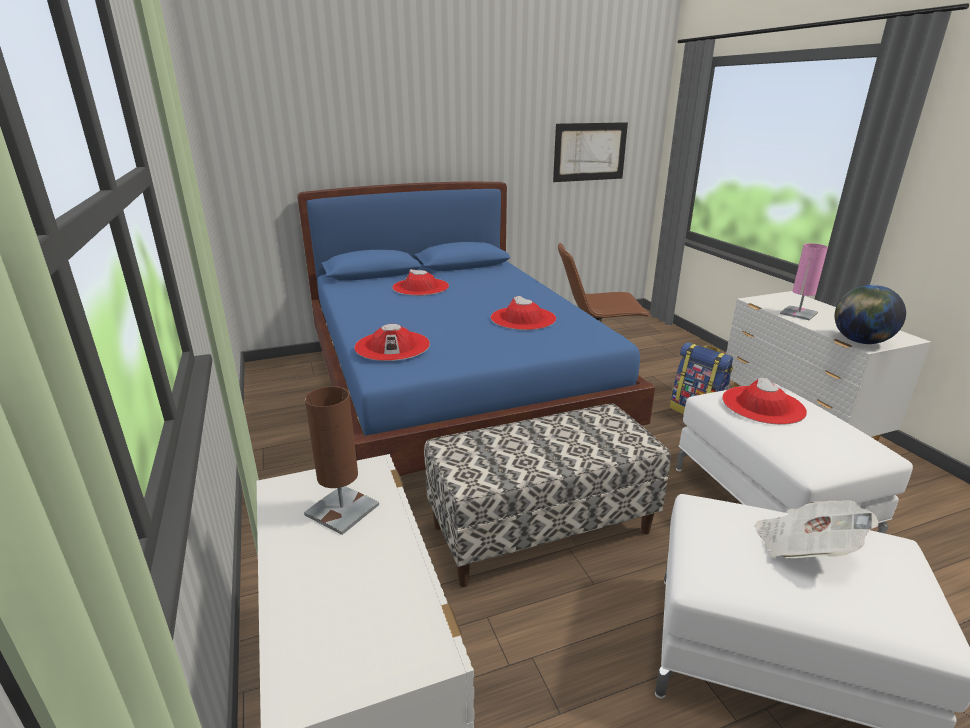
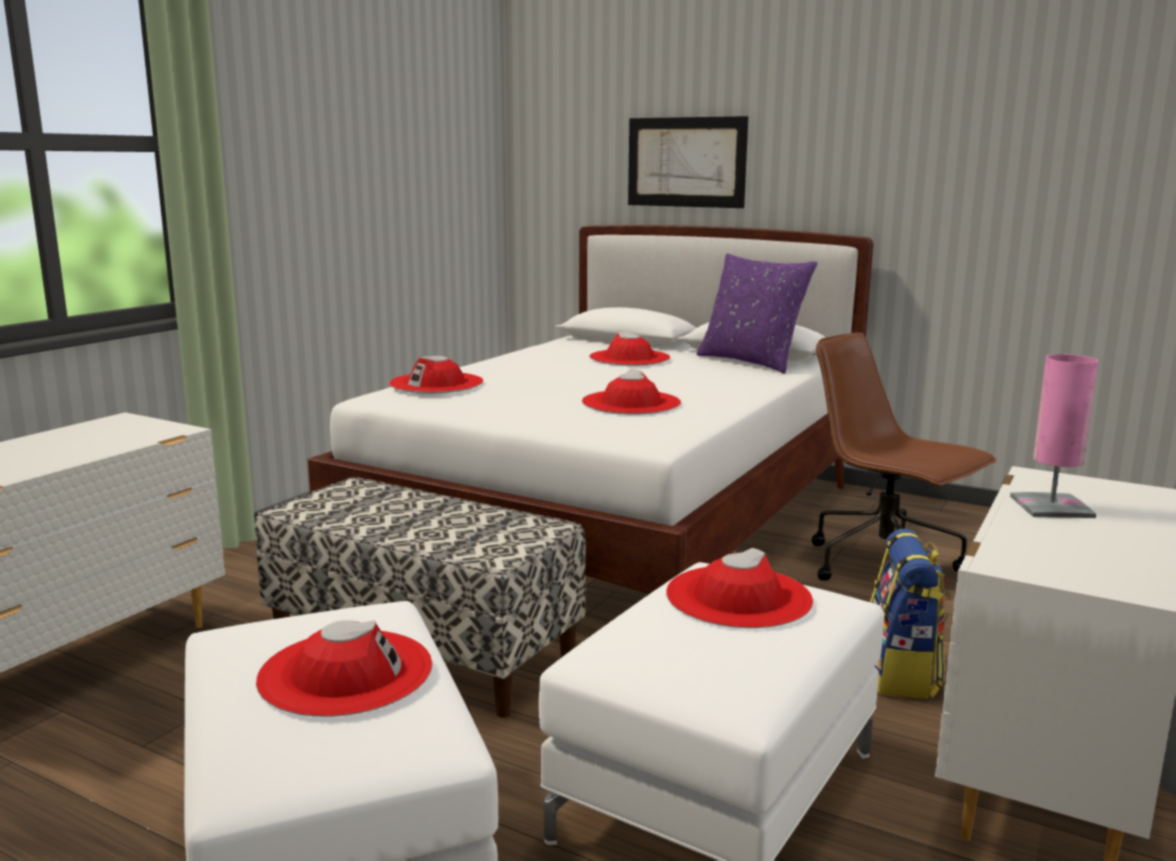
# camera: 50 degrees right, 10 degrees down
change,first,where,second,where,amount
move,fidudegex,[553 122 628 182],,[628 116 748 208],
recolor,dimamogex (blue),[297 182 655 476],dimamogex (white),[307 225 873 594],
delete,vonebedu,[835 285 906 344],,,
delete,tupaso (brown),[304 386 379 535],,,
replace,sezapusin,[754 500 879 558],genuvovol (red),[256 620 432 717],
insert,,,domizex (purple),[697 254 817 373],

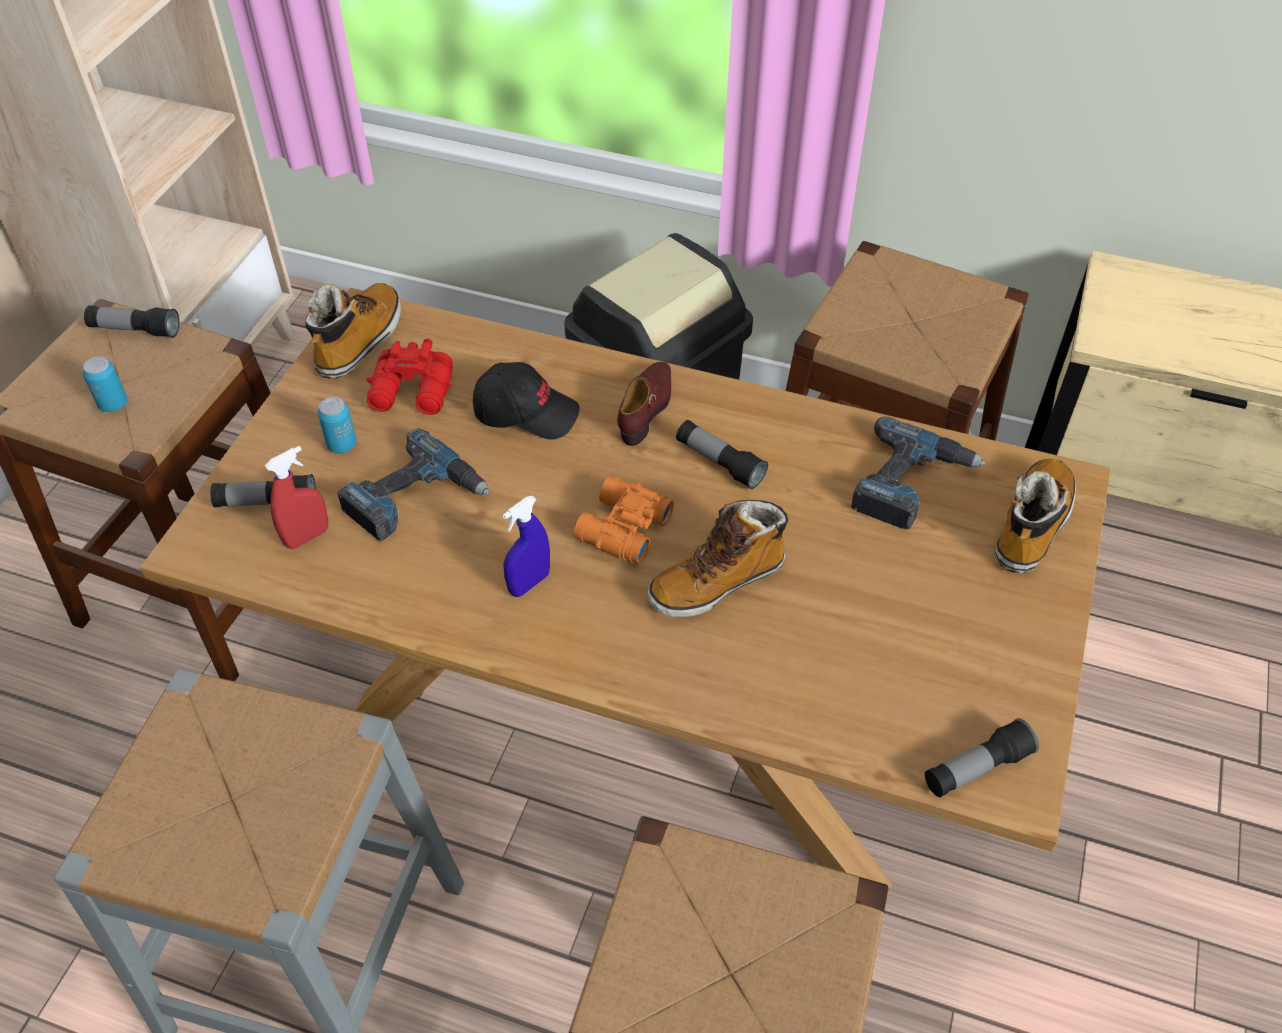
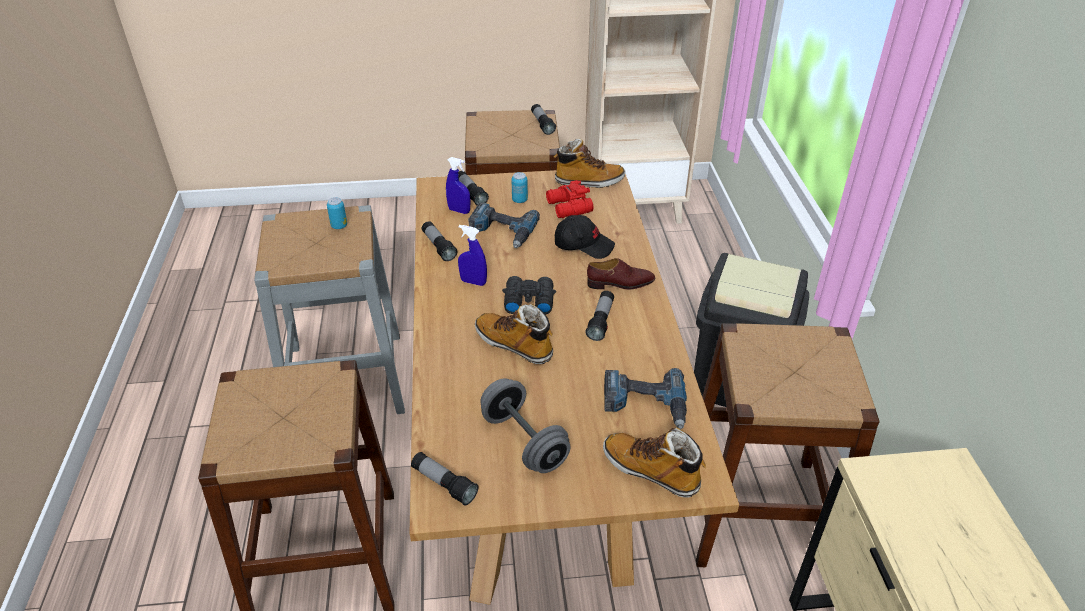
# camera: 65 degrees right, 10 degrees down
change,first,where,second,where,amount
move,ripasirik,[83 356 127 412],,[327 197 347 229],
rotate,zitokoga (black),[473 362 580 440],,[555 215 615 259],60 degrees counterclockwise
recolor,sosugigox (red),[265 446 328 549],sosugigox (blue),[446 157 470 214],
rotate,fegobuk,[996 459 1076 573],,[603 427 706 497],150 degrees counterclockwise
recolor,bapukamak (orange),[574 477 674 564],bapukamak (black),[502 276 556 315],
insert,,,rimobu,[422 221 457 261],
insert,,,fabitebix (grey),[480 378 571 473],

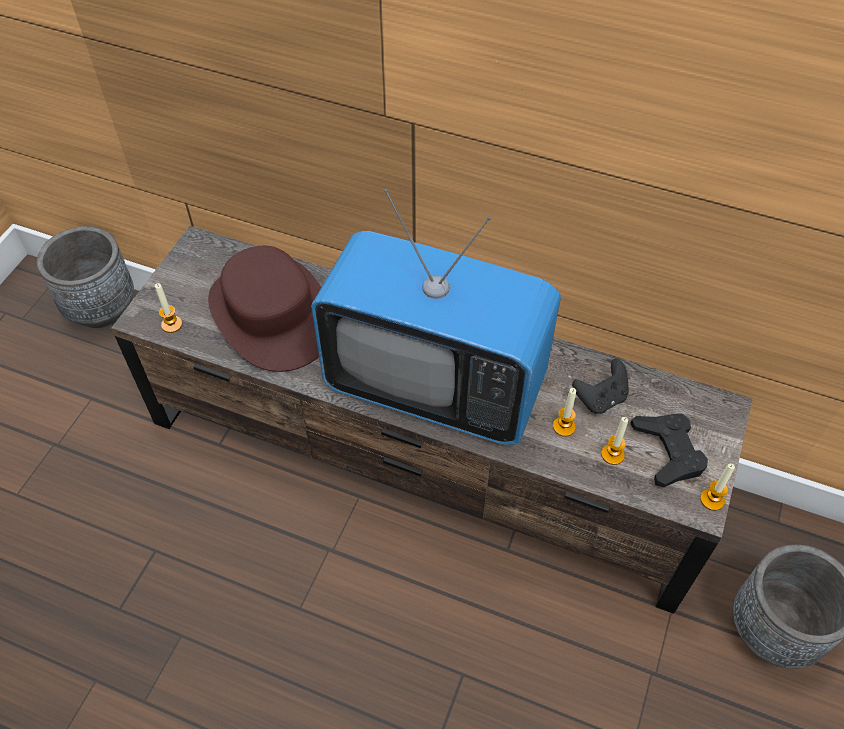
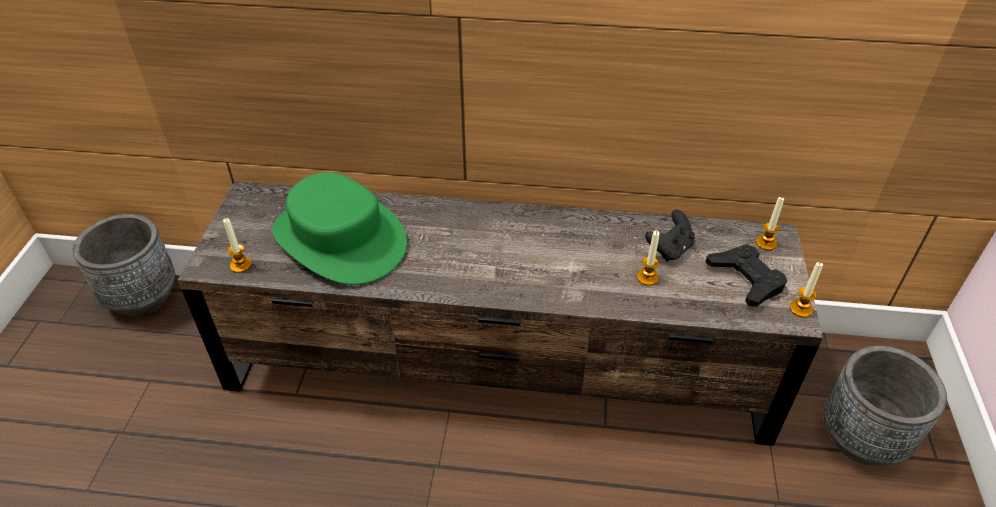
# camera: 15 degrees left, 10 degrees down
change,first,where,second,where,amount
delete,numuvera,[311 189 561 445],,,
recolor,genuvovol (brown),[208 246 321 372],genuvovol (green),[272 172 407 285],
move,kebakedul,[601 417 628 465],,[756 197 784 250],

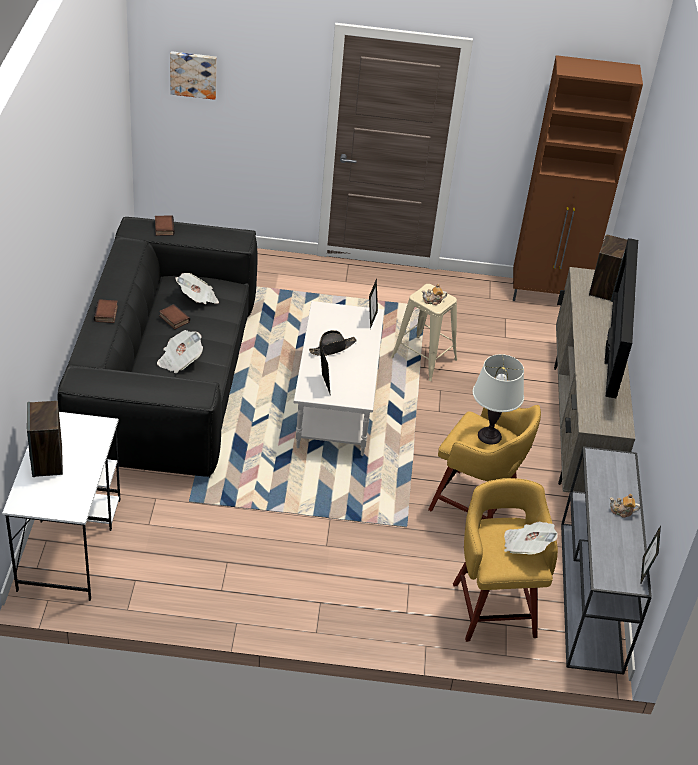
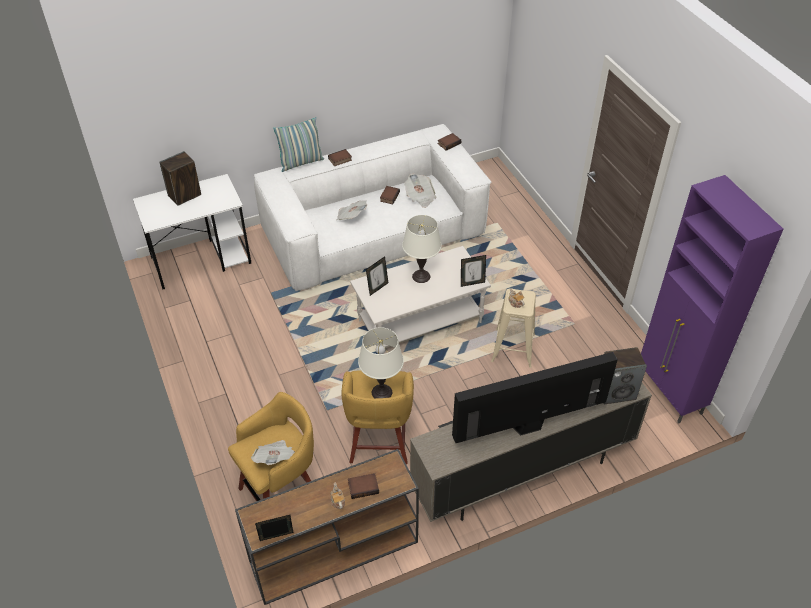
# camera: 65 degrees right, 5 degrees up
change,first,where,second,where,amount
delete,fidudegex,[170 51 217 100],,,
recolor,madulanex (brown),[513 55 643 301],madulanex (purple),[641 175 783 424],
recolor,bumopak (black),[58 217 257 477],bumopak (white),[253 124 491 291],
replace,genuvovol (black),[309 330 357 356],tupaso (white),[402 215 442 283],
recolor,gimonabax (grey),[561 446 652 675],gimonabax (brown),[235 449 419 605],
insert,,,domizex,[273 117 324 172],
insert,,,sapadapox,[348 473 379 499],

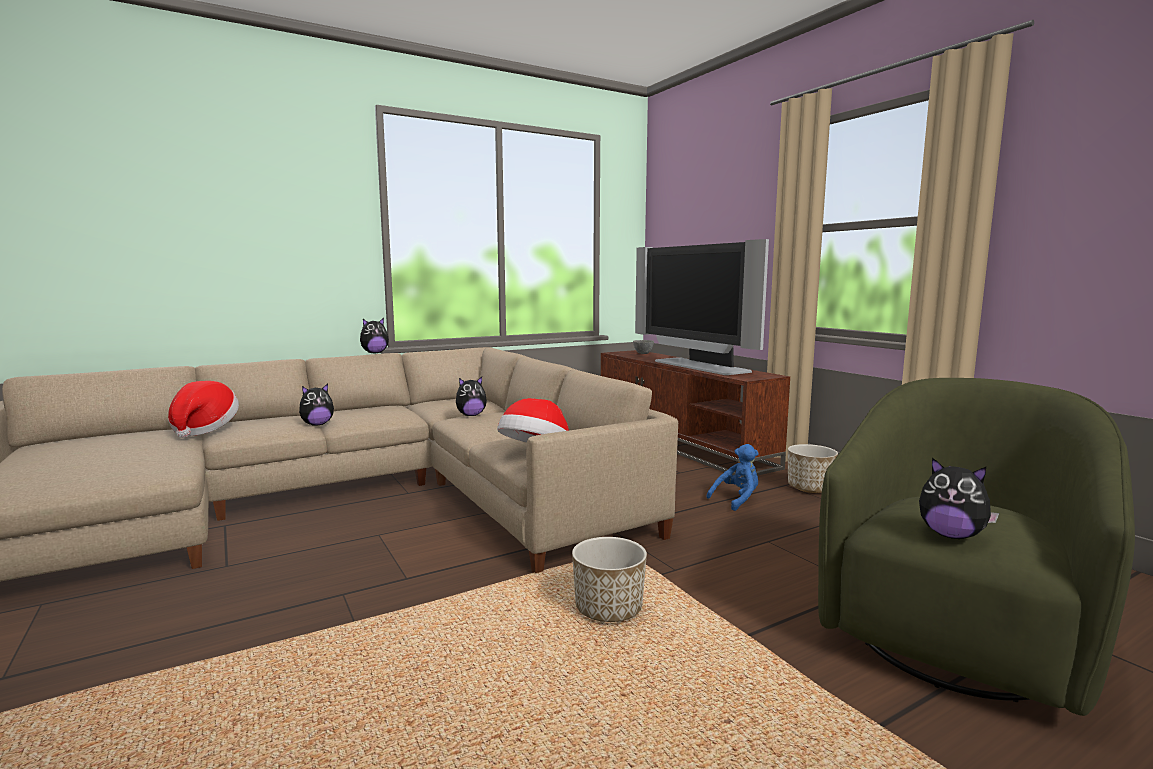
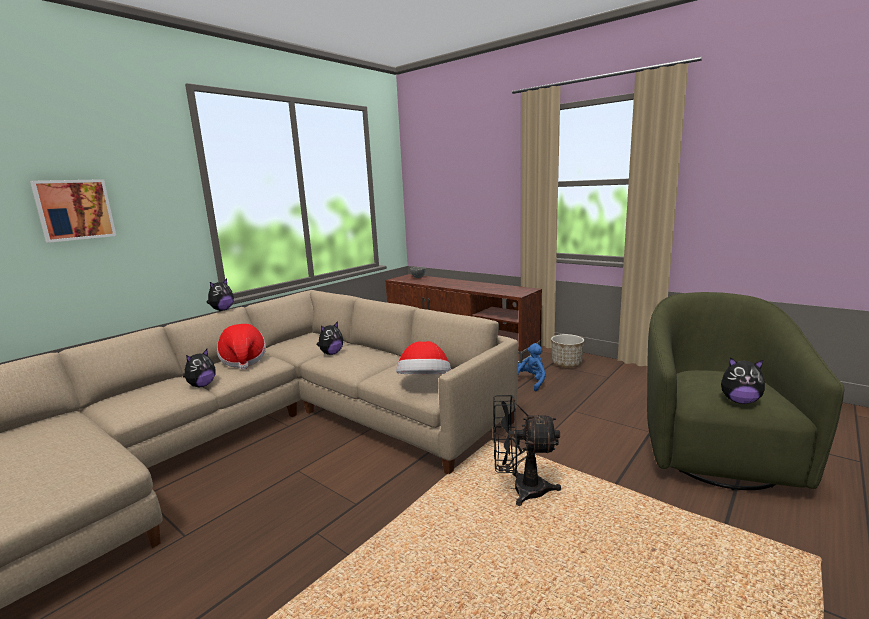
# camera: 20 degrees left, 5 degrees up
change,first,where,second,where,amount
delete,numuvera,[635 239 769 375],,,
move,genuvovol,[168 381 239 438],,[217 324 266 370],
replace,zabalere,[572 537 647 622],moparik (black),[493 395 561 506],
insert,,,fidudegex,[30 179 116 243],

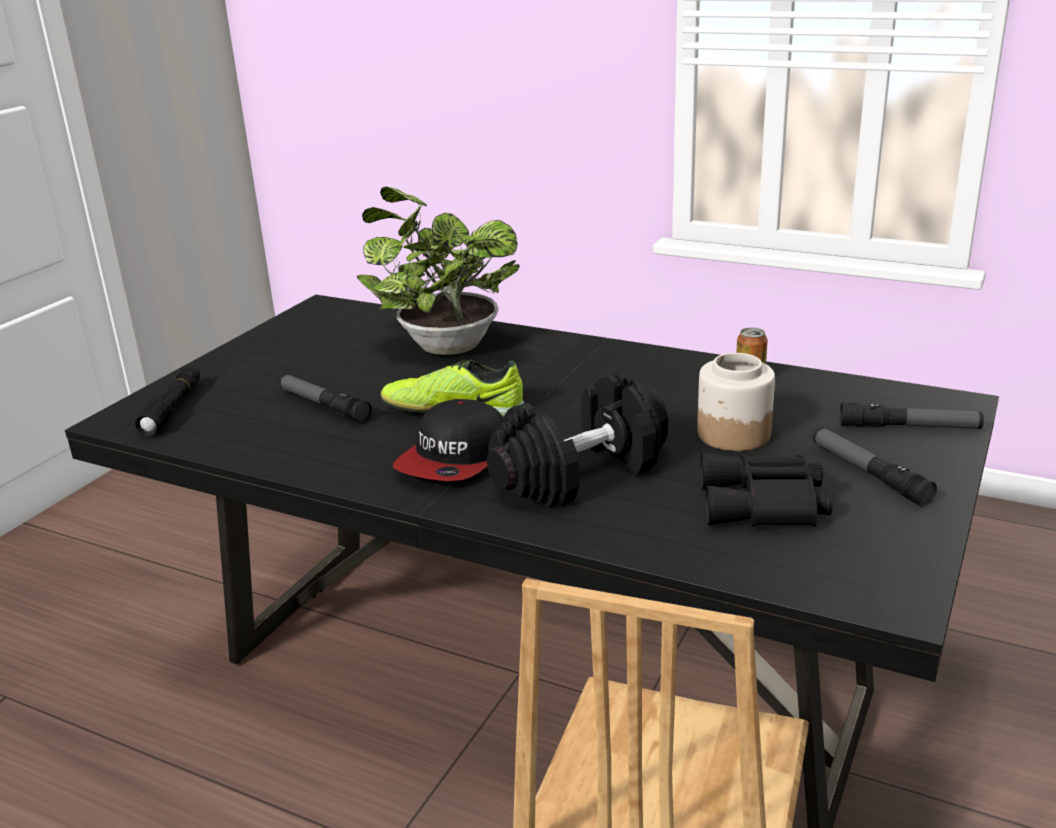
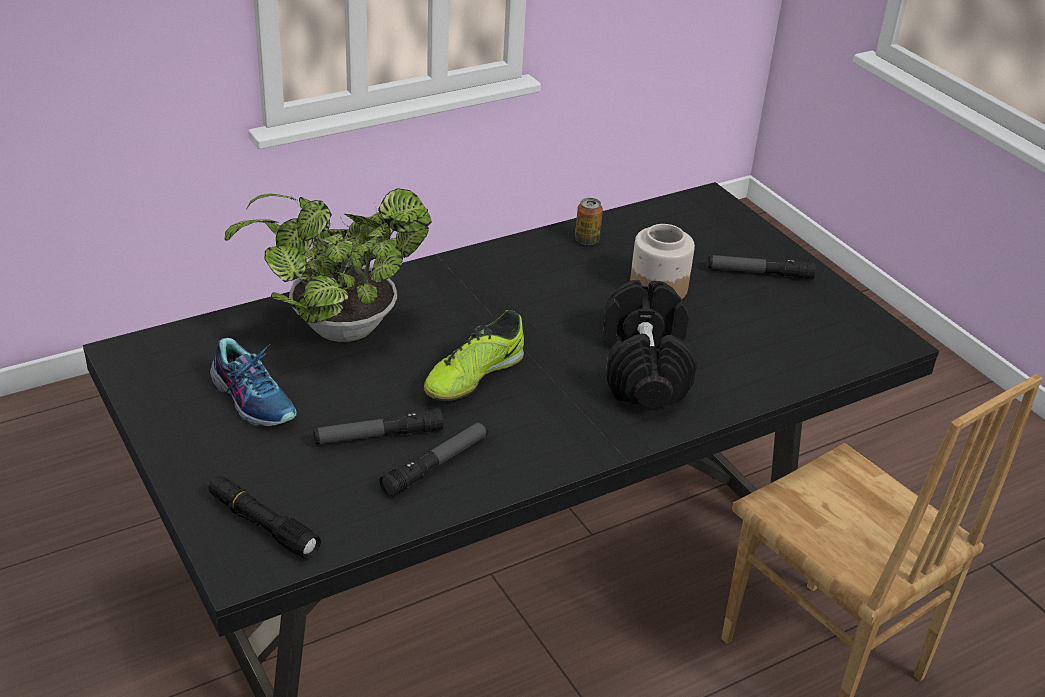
# camera: 60 degrees left, 10 degrees up
change,first,where,second,where,amount
delete,zitokoga,[393 399 503 481],,,
move,rimobu,[840 402 984 429],,[379 421 488 498],
delete,bapukamak (black),[700 453 833 526],,,
insert,,,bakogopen,[210 338 296 427],

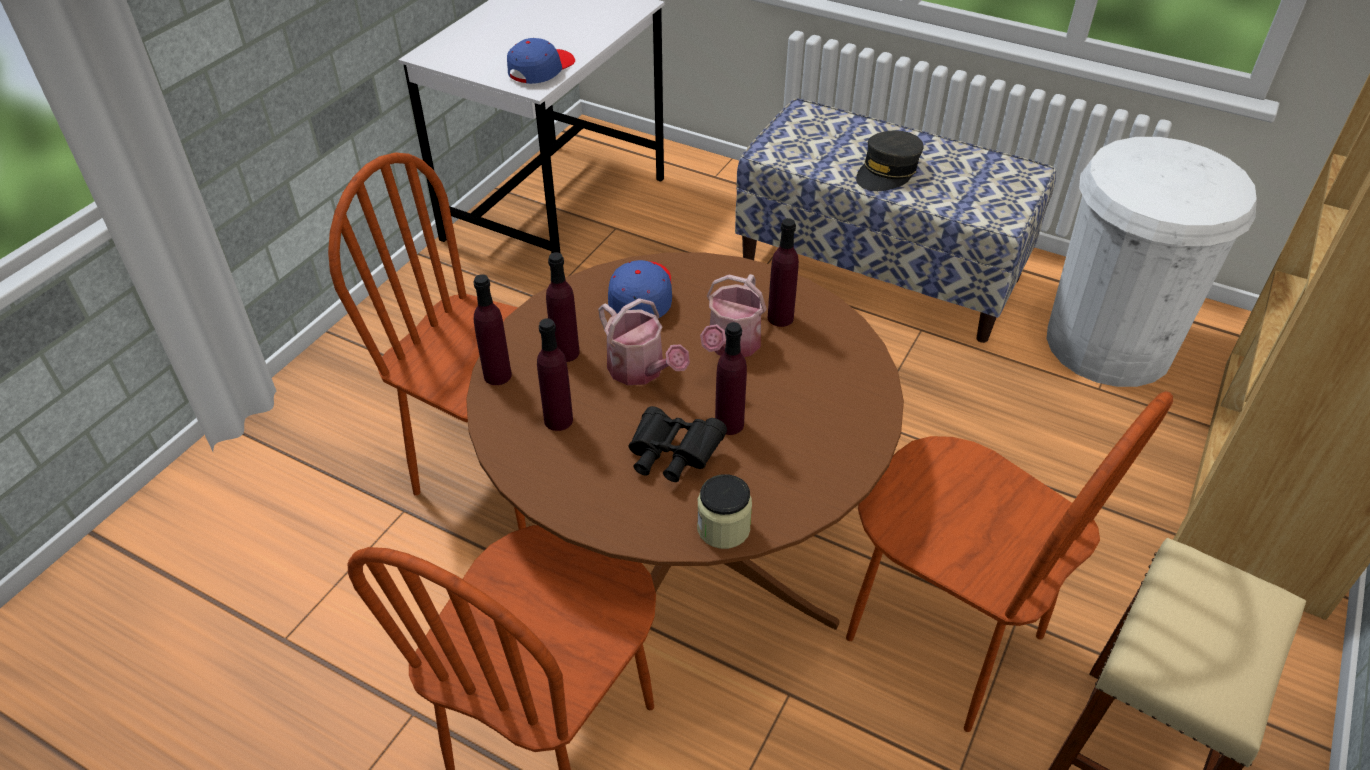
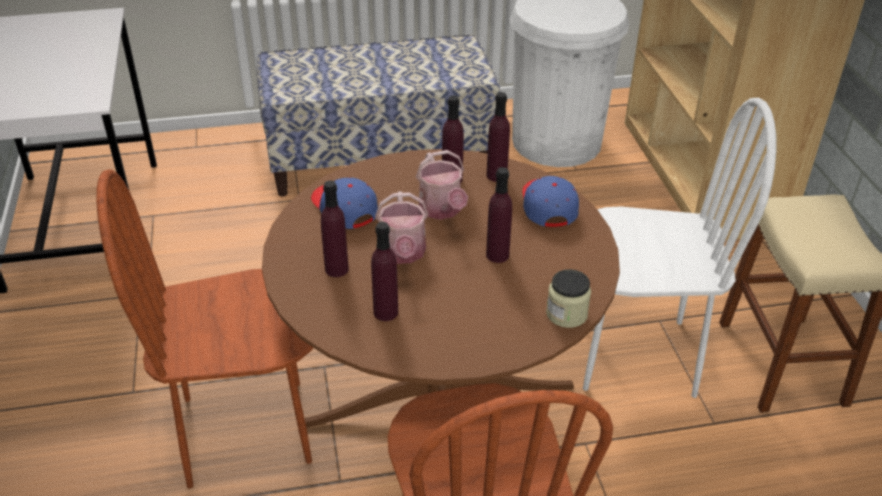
# camera: 40 degrees left, 5 degrees down
change,first,where,second,where,amount
move,zitokoga (blue),[507 38 575 84],,[522 176 579 227],
delete,zitokoga (grey),[856 131 924 191],,,
move,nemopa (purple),[474 274 512 385],,[487 92 510 182],
rotate,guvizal,[598 298 690 385],,[375 191 429 264],75 degrees clockwise
recolor,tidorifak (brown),[846 391 1173 732],tidorifak (white),[583 97 776 398],
delete,bapukamak (black),[628 406 727 482],,,

